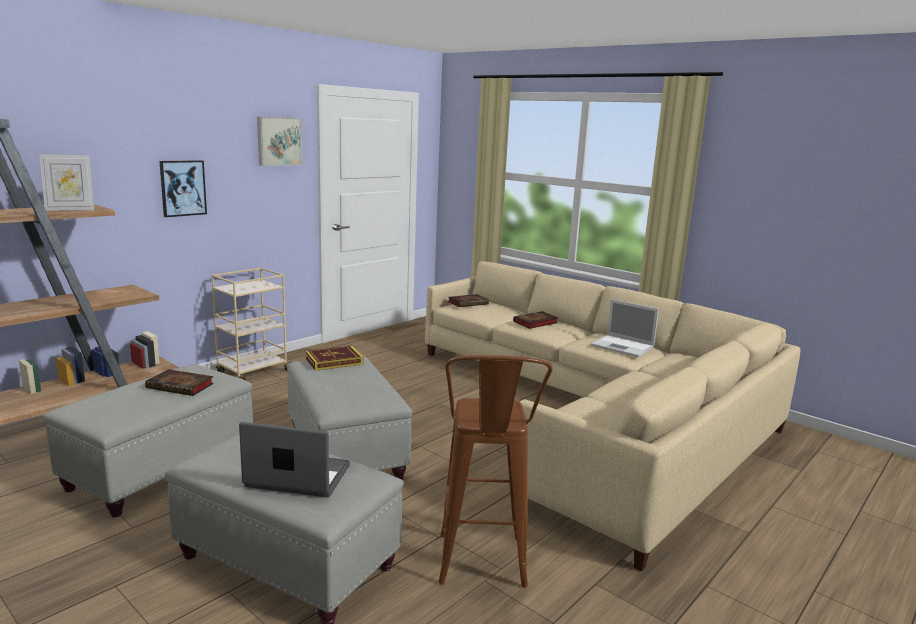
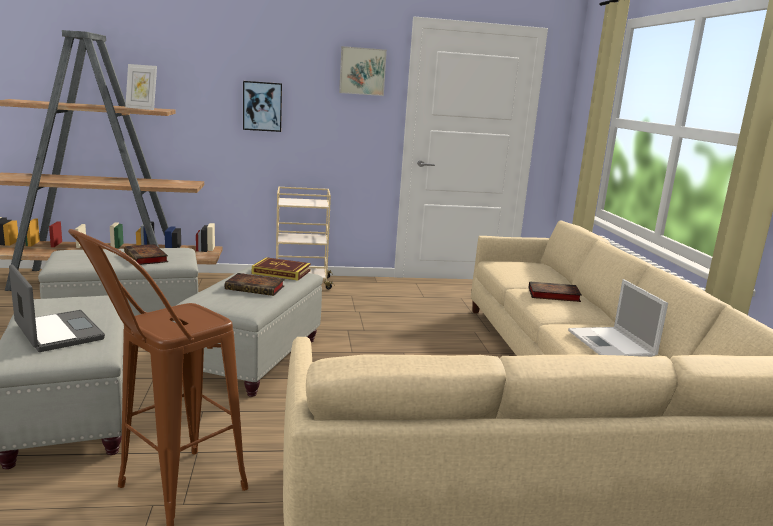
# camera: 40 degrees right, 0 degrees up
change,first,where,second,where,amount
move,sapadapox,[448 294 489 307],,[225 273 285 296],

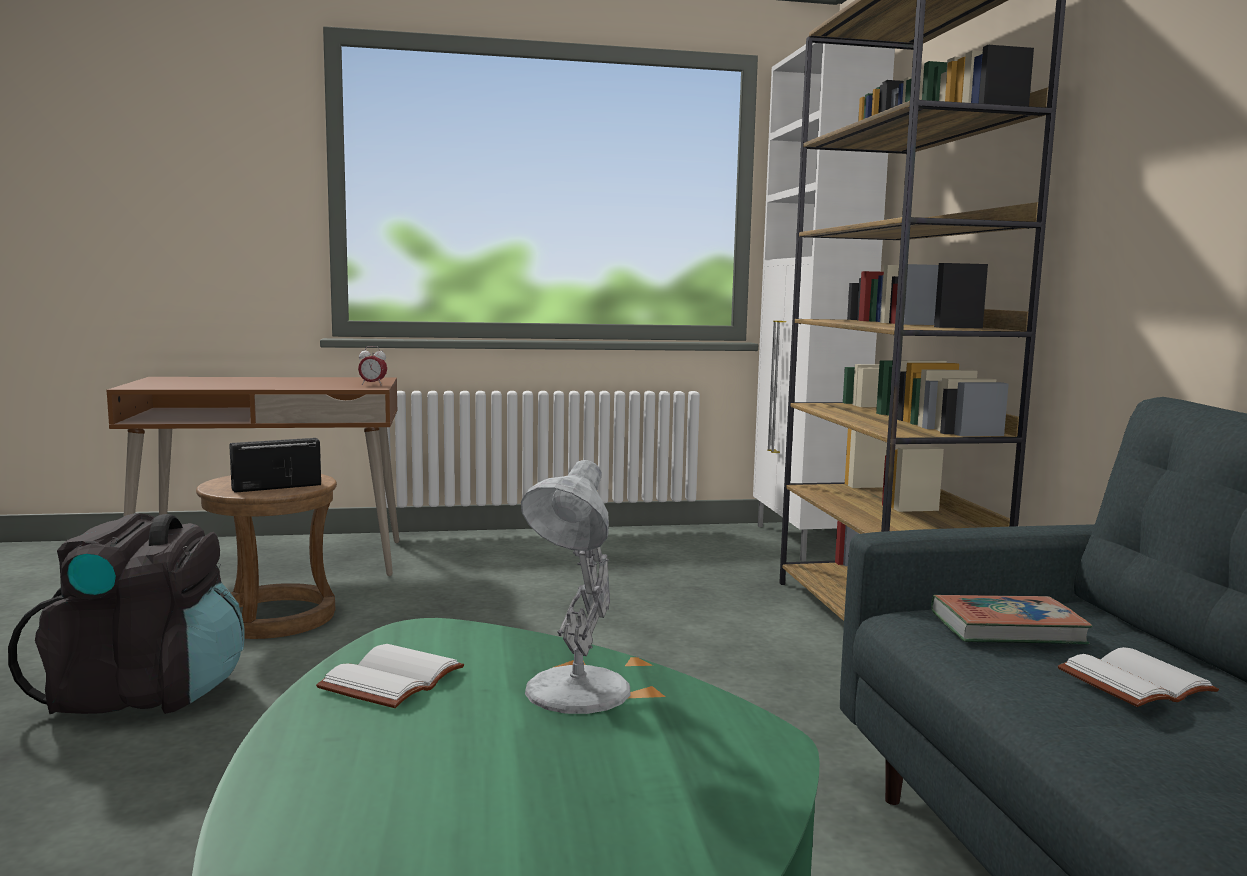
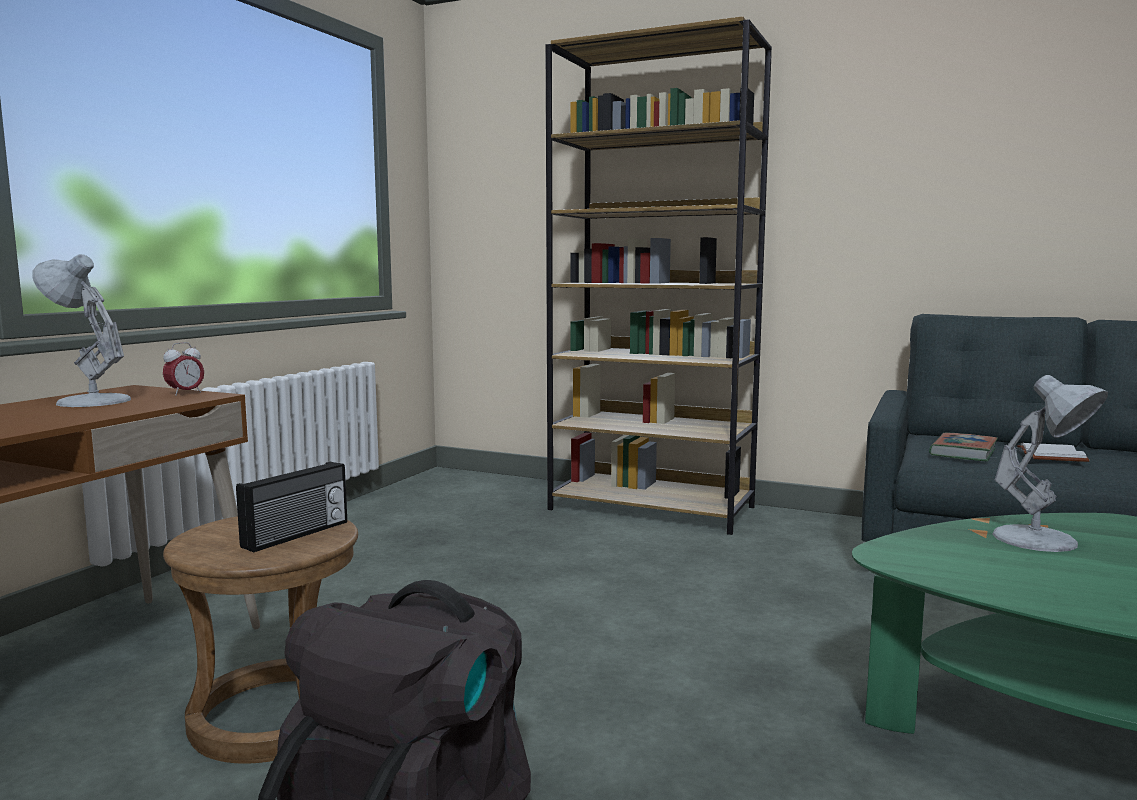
# camera: 55 degrees left, 0 degrees up
change,first,where,second,where,amount
delete,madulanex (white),[753 43 895 561],,,
rotate,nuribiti,[230 438 321 493],,[236 462 347 552],150 degrees counterclockwise
delete,sapadapox (white),[316 644 464 708],,,
insert,,,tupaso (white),[32 254 131 407],

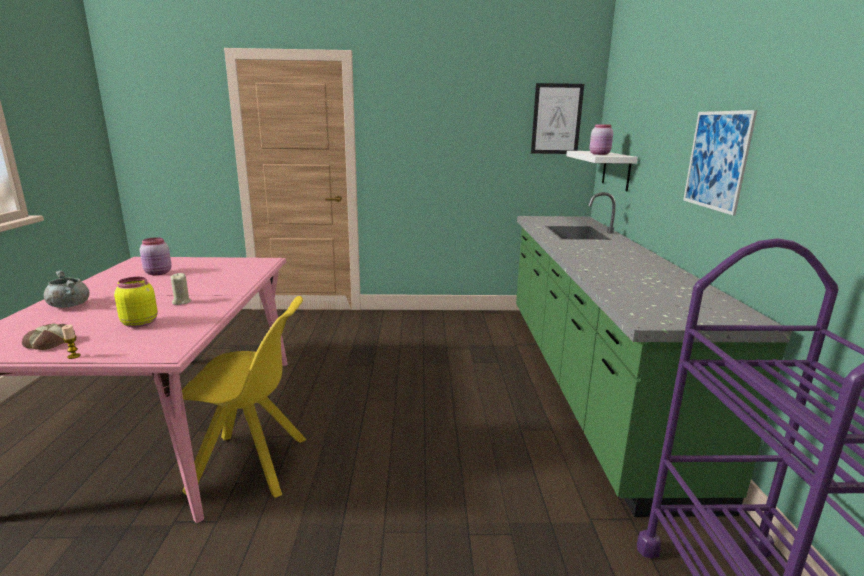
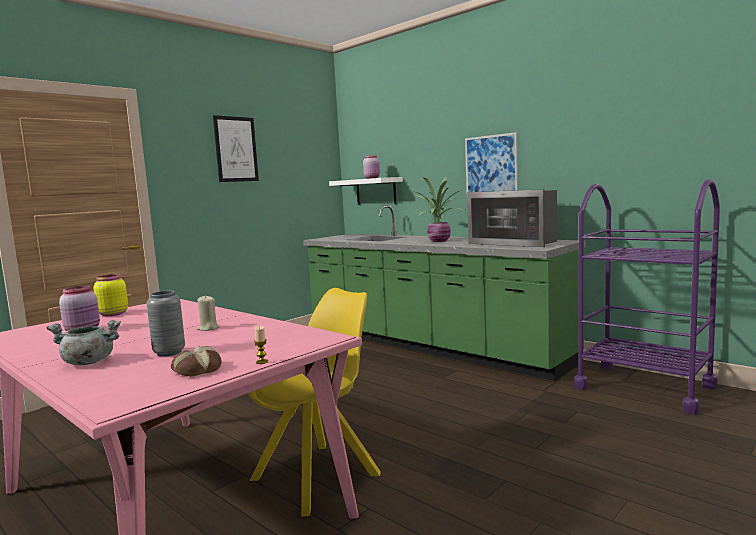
# camera: 45 degrees left, 10 degrees down
change,first,where,second,where,amount
move,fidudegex,[531 83 584 154],,[213 115 259 182],
move,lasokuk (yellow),[114 277 158 328],,[93 274 128 316],
insert,,,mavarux,[408 177 467 242],
insert,,,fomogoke,[467 189 557 247],
insert,,,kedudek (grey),[147 291 185 357],

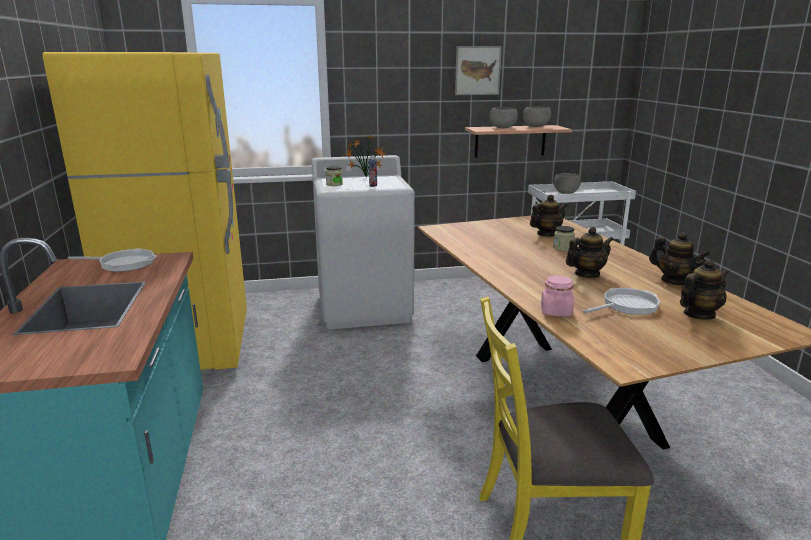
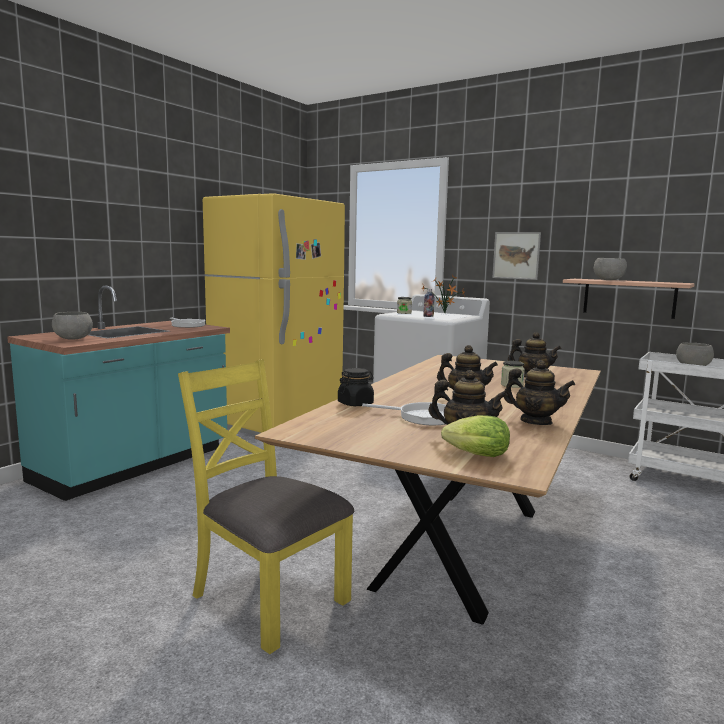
# camera: 45 degrees right, 10 degrees down
change,first,where,second,where,amount
move,fidudegex,[455 46 502 95],,[492 232 541 280],
move,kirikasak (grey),[523 107 551 127],,[52 312 93 340],
rotate,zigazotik,[649 232 710 285],,[504 360 575 425],60 degrees counterclockwise
recolor,lasokuk (pink),[541 275 574 316],lasokuk (black),[338 368 374 406],
insert,,,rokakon,[441 415 510 457],

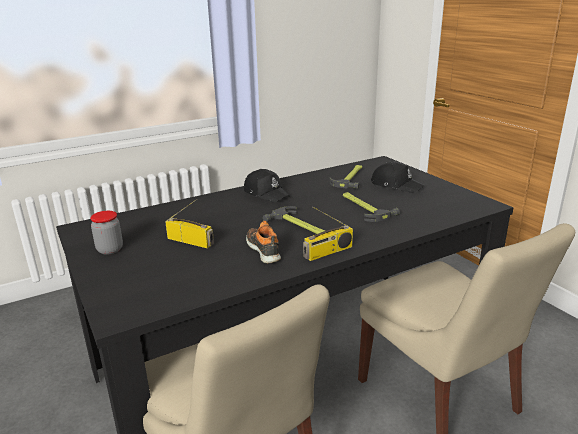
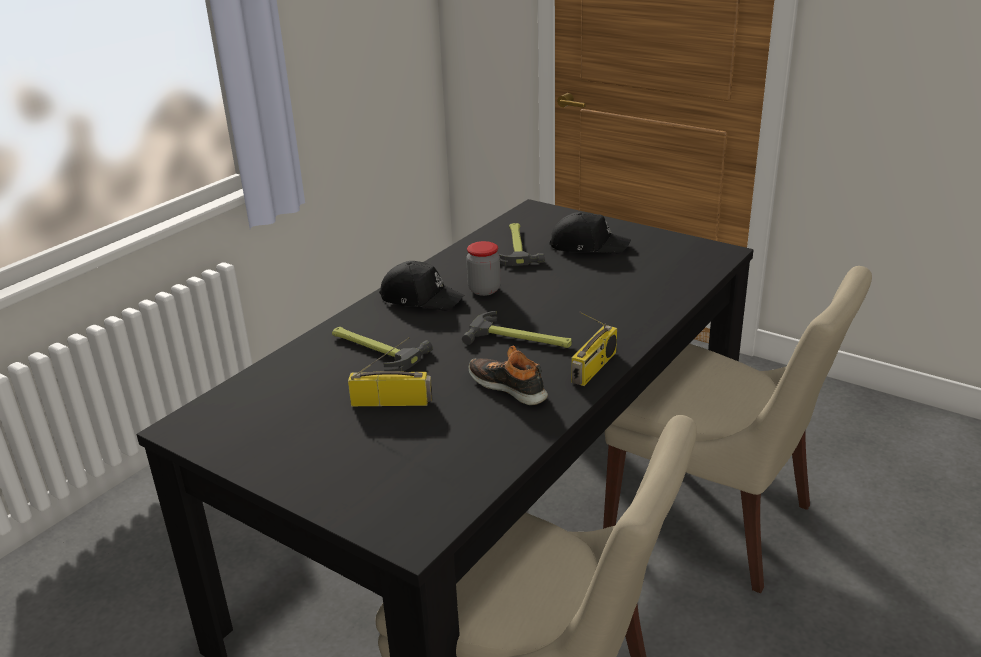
# camera: 25 degrees left, 5 degrees up
change,first,where,second,where,amount
move,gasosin,[343 192 400 222],,[332 327 433 371],
move,lasokuk,[90 211 123 255],,[466 241 500 296],

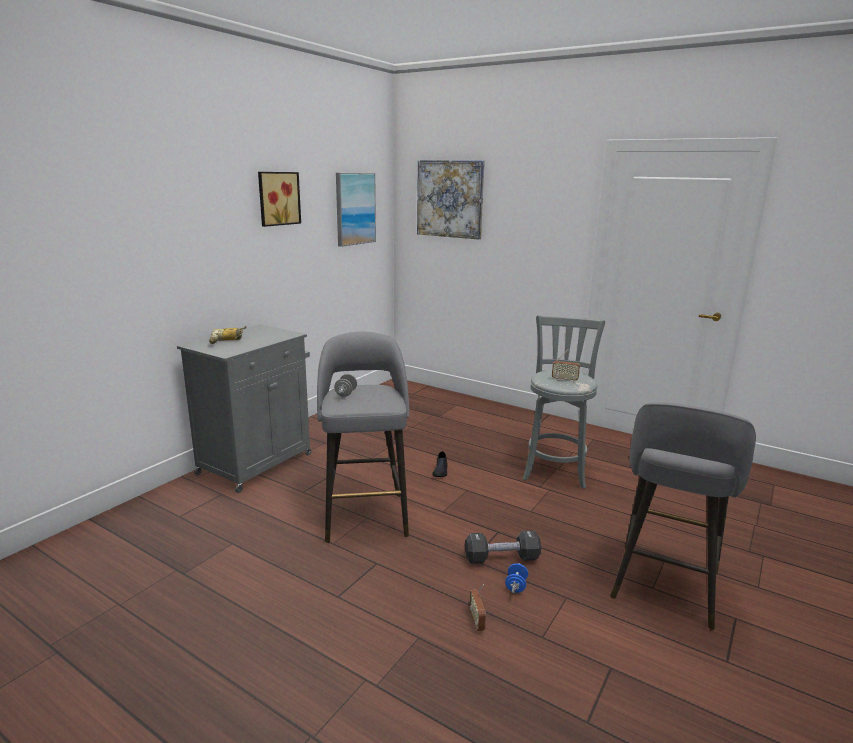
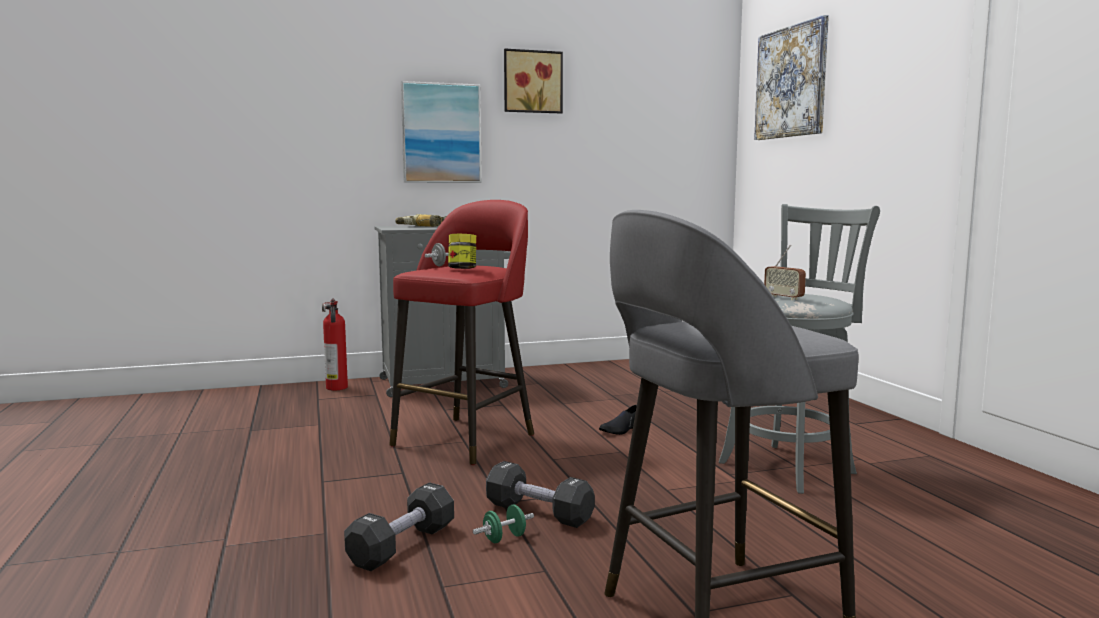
# camera: 40 degrees right, 10 degrees down
change,first,where,second,where,amount
move,fidudegex,[336 173 376 247],,[401 81 482 183],
recolor,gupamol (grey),[317 332 409 543],gupamol (red),[389 200 534 465],
recolor,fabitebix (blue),[505 563 528 594],fabitebix (green),[473 505 534 543],
replace,nuribiti,[469 584 486 631],fabitebix (black),[344 482 454 571],
insert,,,lasokuk,[448 234 476 269],
insert,,,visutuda,[322 298 348 391],

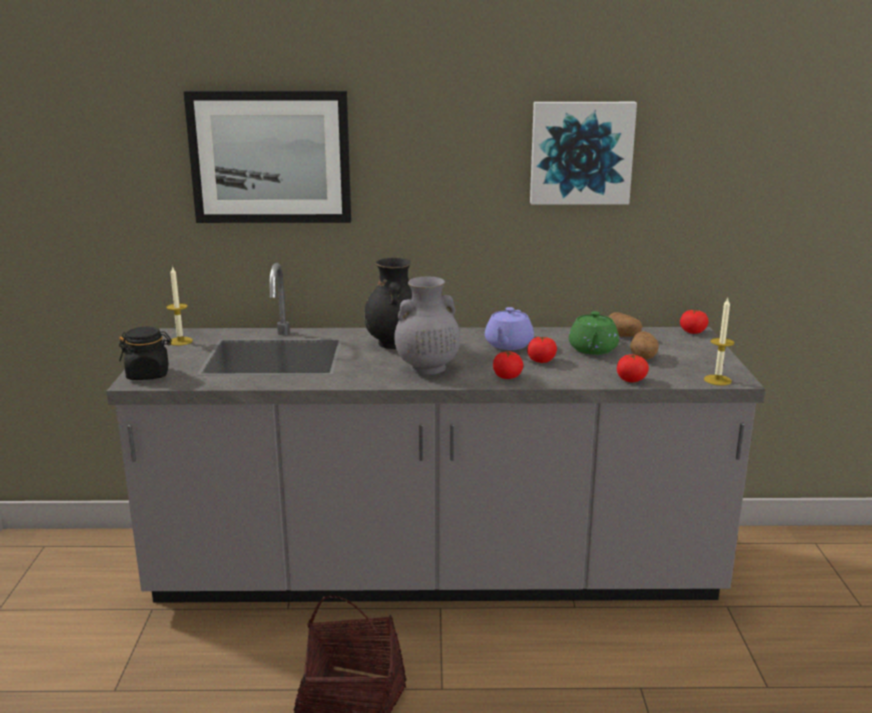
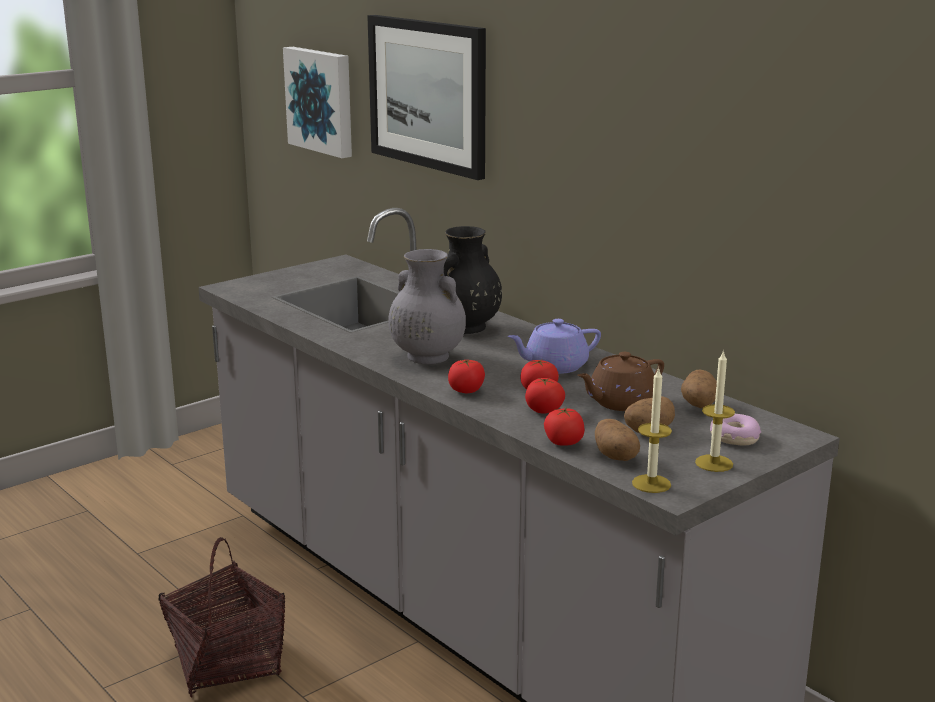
# camera: 50 degrees right, 0 degrees up
change,first,where,second,where,amount
move,fidudegex,[530 102 637 205],,[283 47 352 158],
move,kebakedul,[166 266 193 346],,[695 350 735 472],
move,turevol,[680 309 709 334],,[525 378 565 414],
recolor,zigazotik (green),[569 311 619 355],zigazotik (brown),[578 352 664 411],
delete,lasokuk (black),[119 326 172 380],,,
insert,,,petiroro,[710 414 761 445],
insert,,,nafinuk,[595 419 640 461],

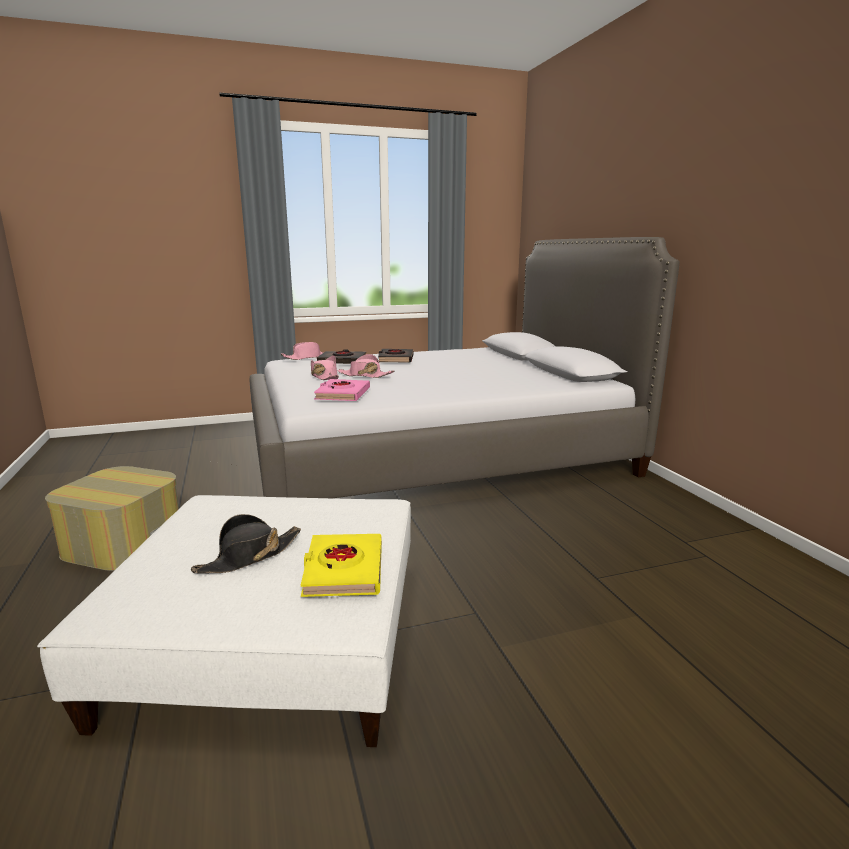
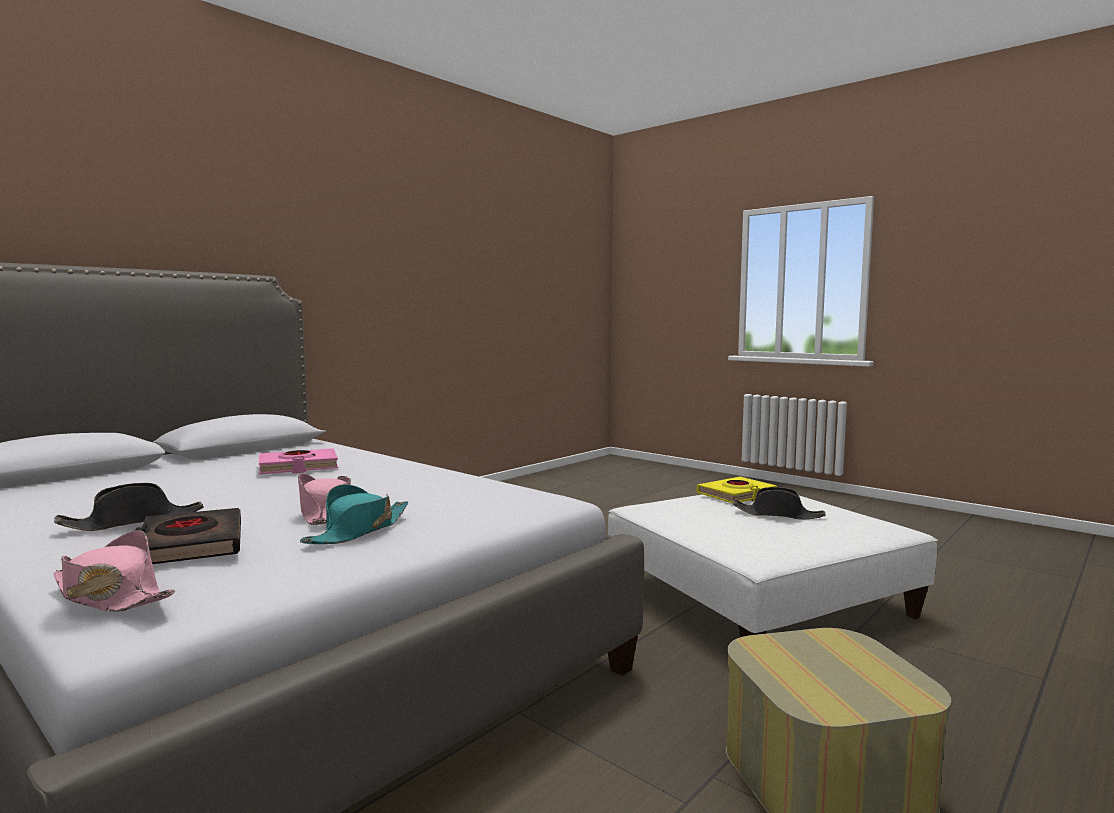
# camera: 120 degrees left, 10 degrees down
change,first,where,second,where,amount
replace,sapadapox (black),[378 349 414 362],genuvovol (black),[54 483 204 531],
recolor,genuvovol (pink),[311 356 339 380],genuvovol (turquoise),[300 485 408 544],
move,sapadapox (pink),[314 379 370 401],,[259 448 338 475],

